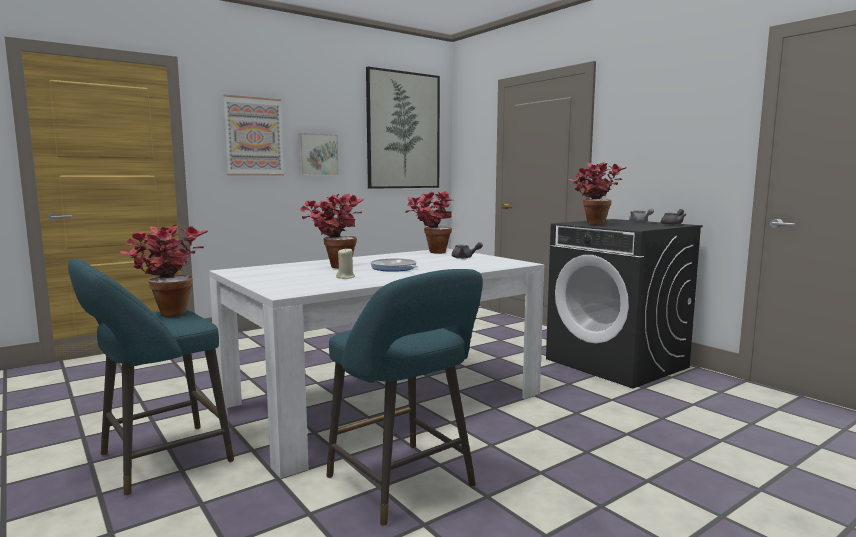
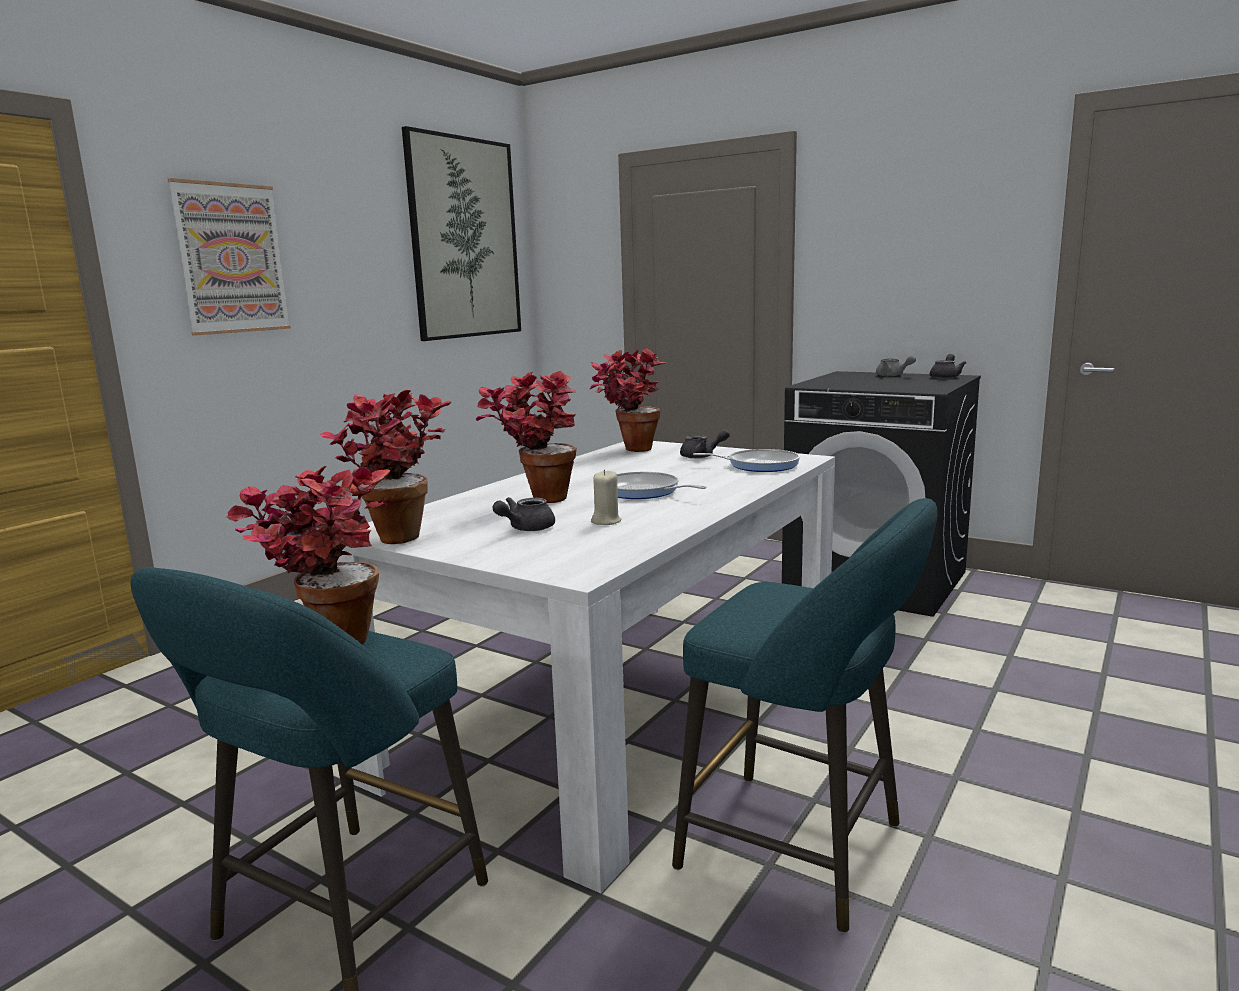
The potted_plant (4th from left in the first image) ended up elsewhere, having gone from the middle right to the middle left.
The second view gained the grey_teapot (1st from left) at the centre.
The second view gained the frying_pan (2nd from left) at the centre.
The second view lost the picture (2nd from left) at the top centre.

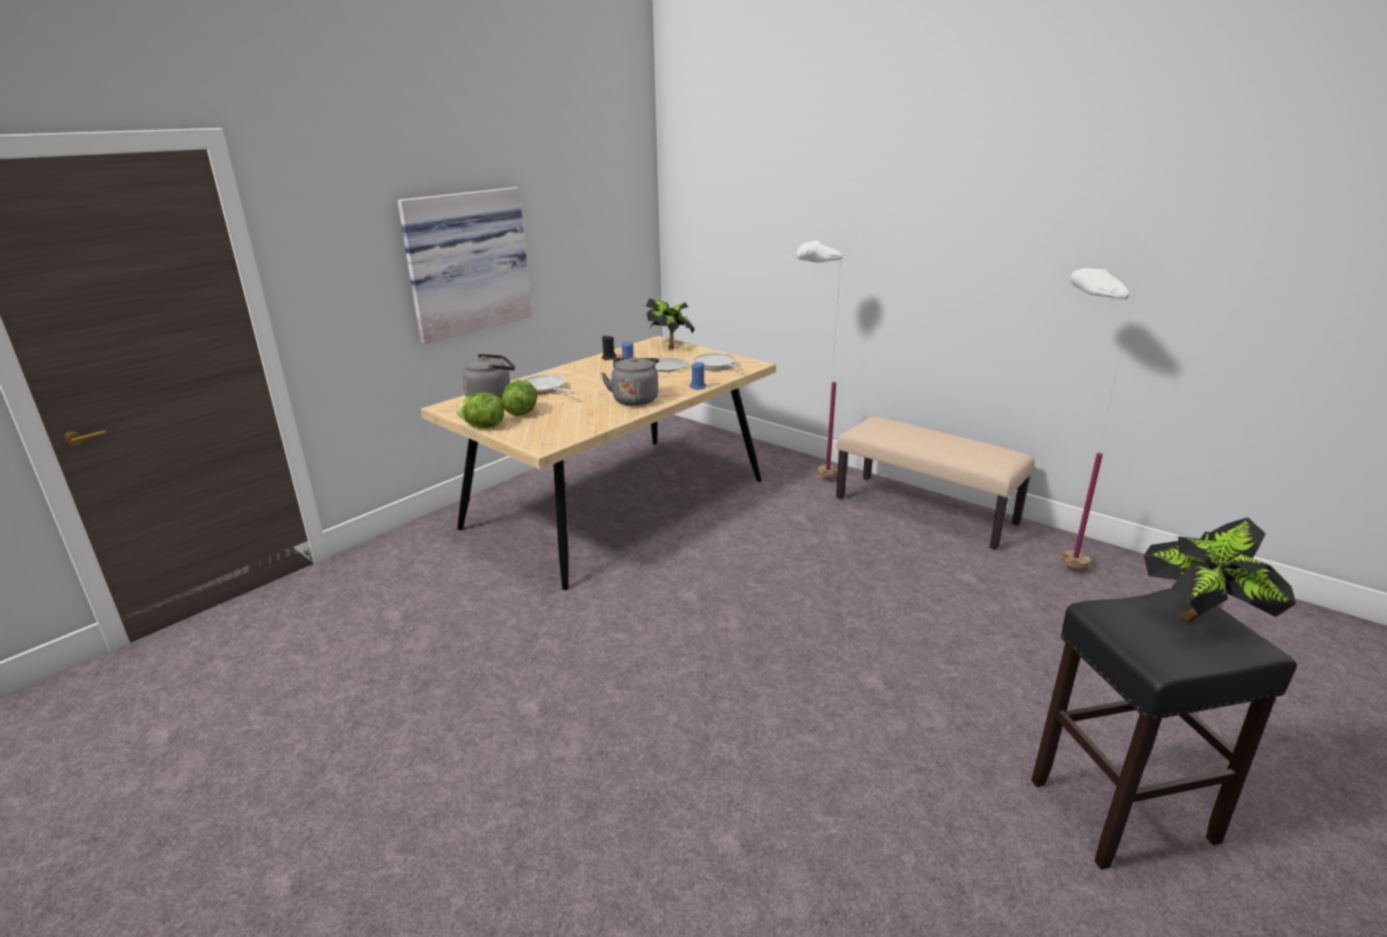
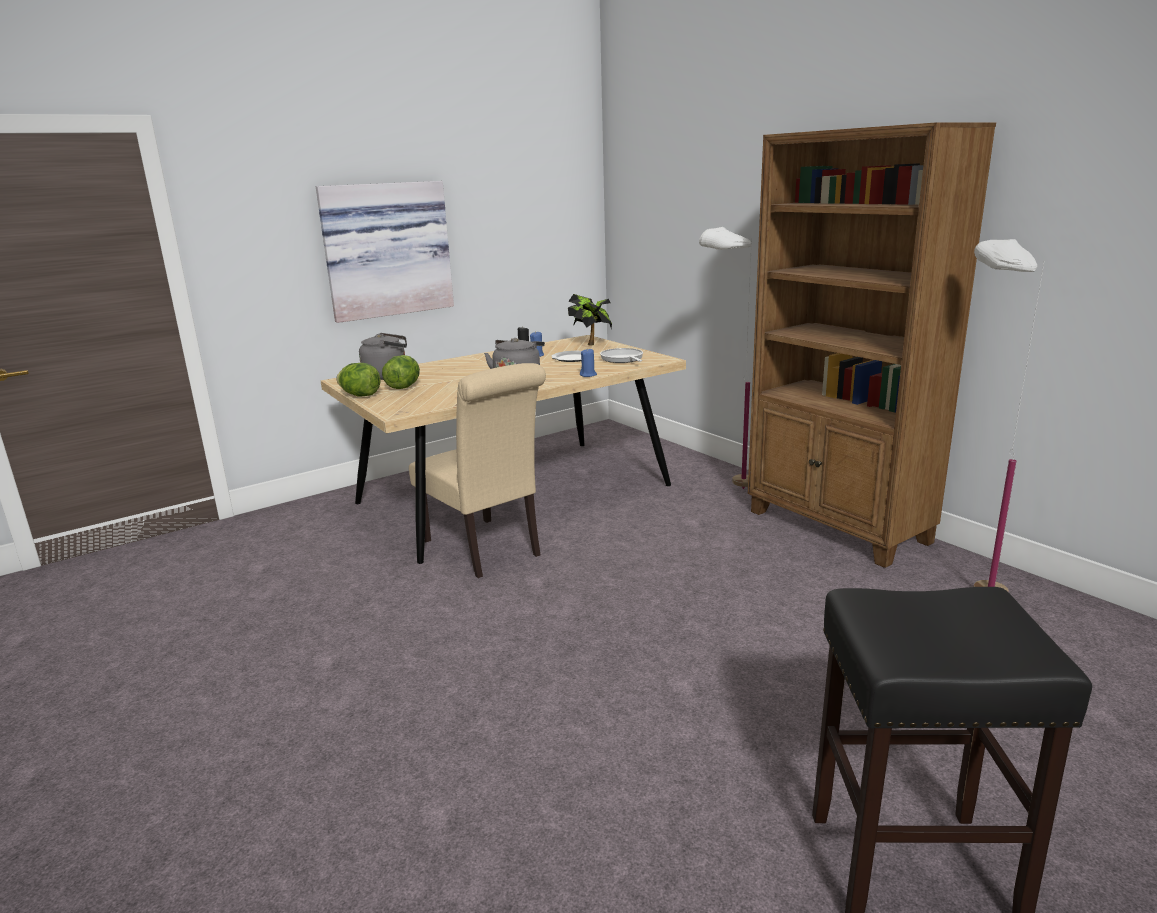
The second view gained the beige_chair at the centre.
Where the beige_bench stood at the middle right, the brown_bookcase came to stand at the middle right.
The second view lost the frying_pan (1st from left) at the centre.
The second view lost the potted_plant (2nd from left) at the middle right.

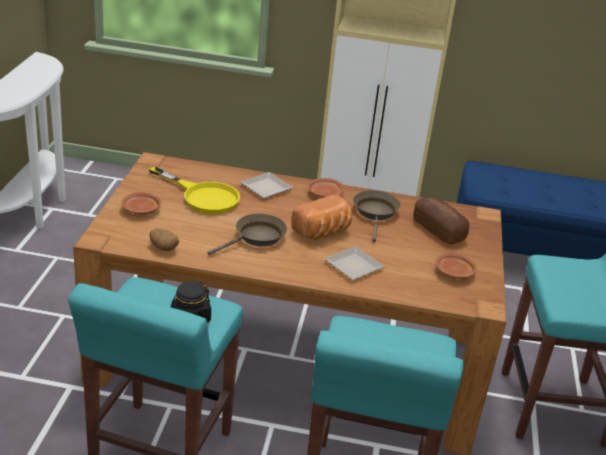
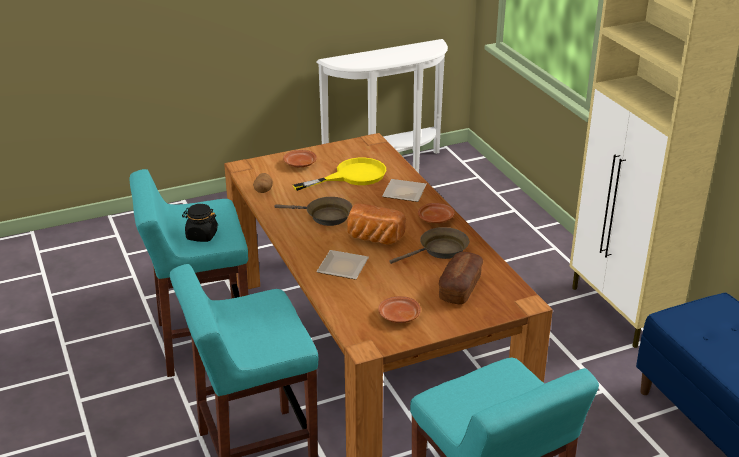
The yellow_frying_pan at the middle left ended up facing another way, 120 degrees counterclockwise from before.

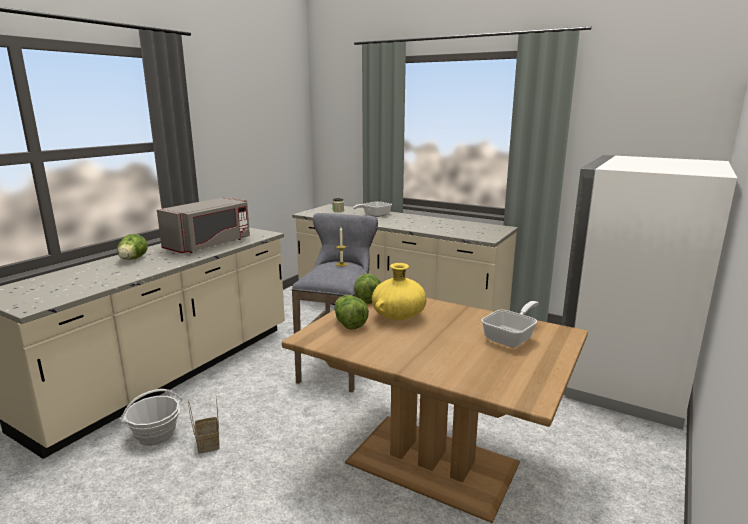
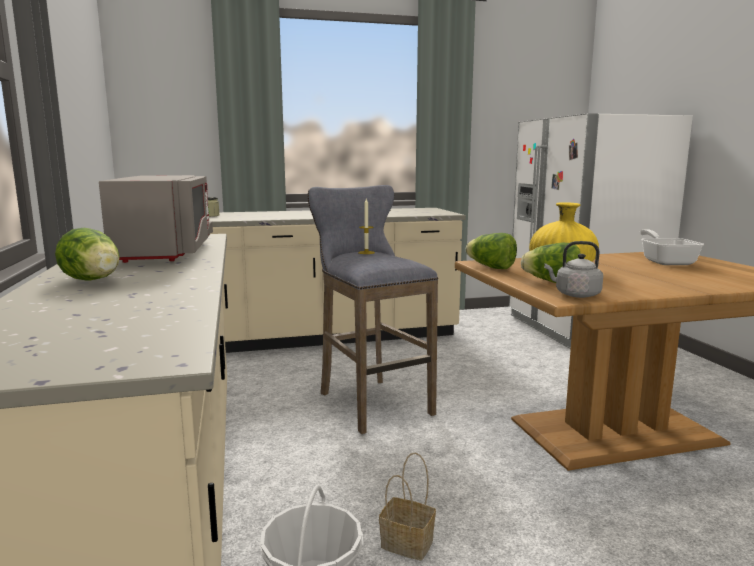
The second view gained the grey_kettle at the middle right.
The second view lost the frying_pan (1st from left) at the centre.

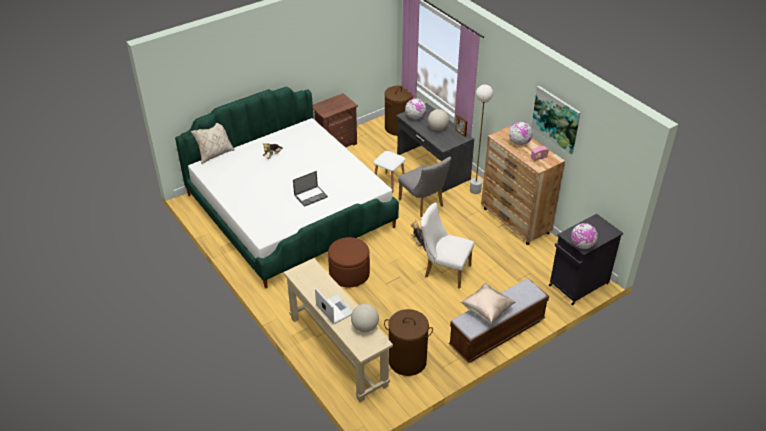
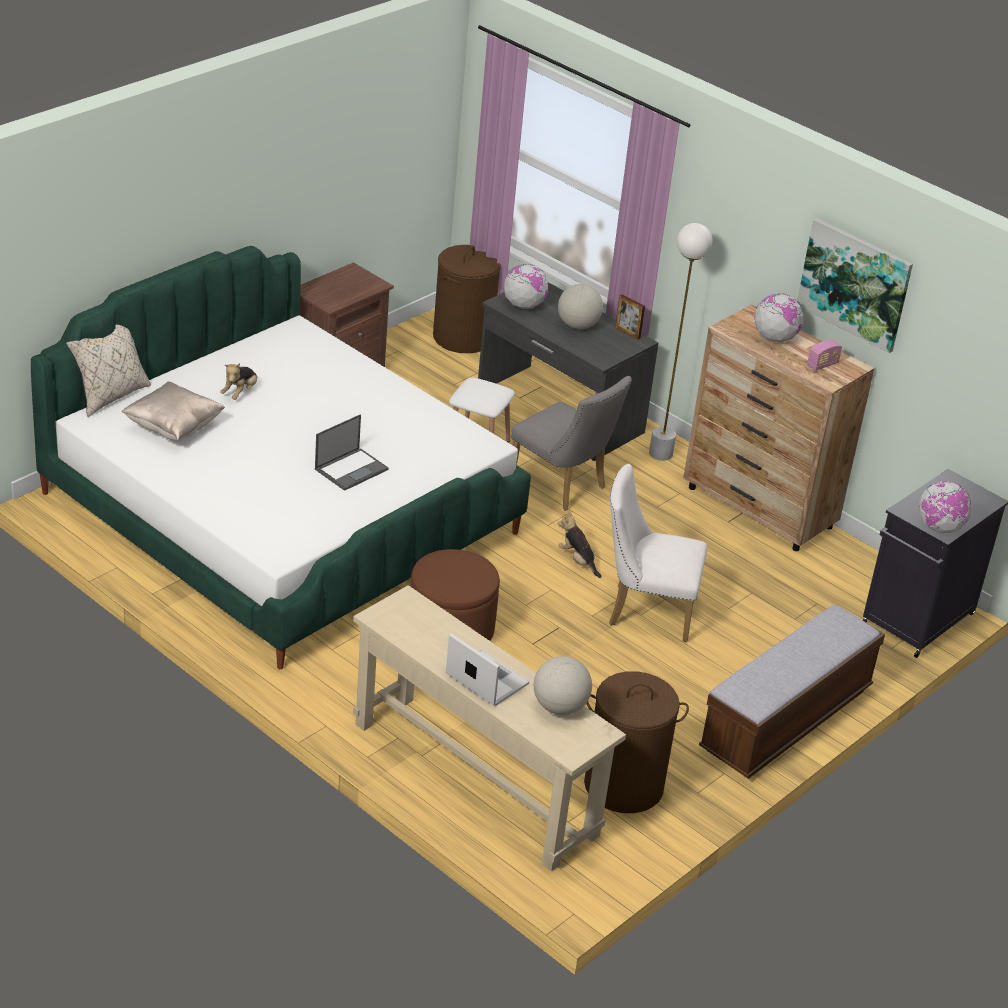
The beige_pillow (2nd from left) ended up elsewhere, having gone from the bottom centre to the middle left.

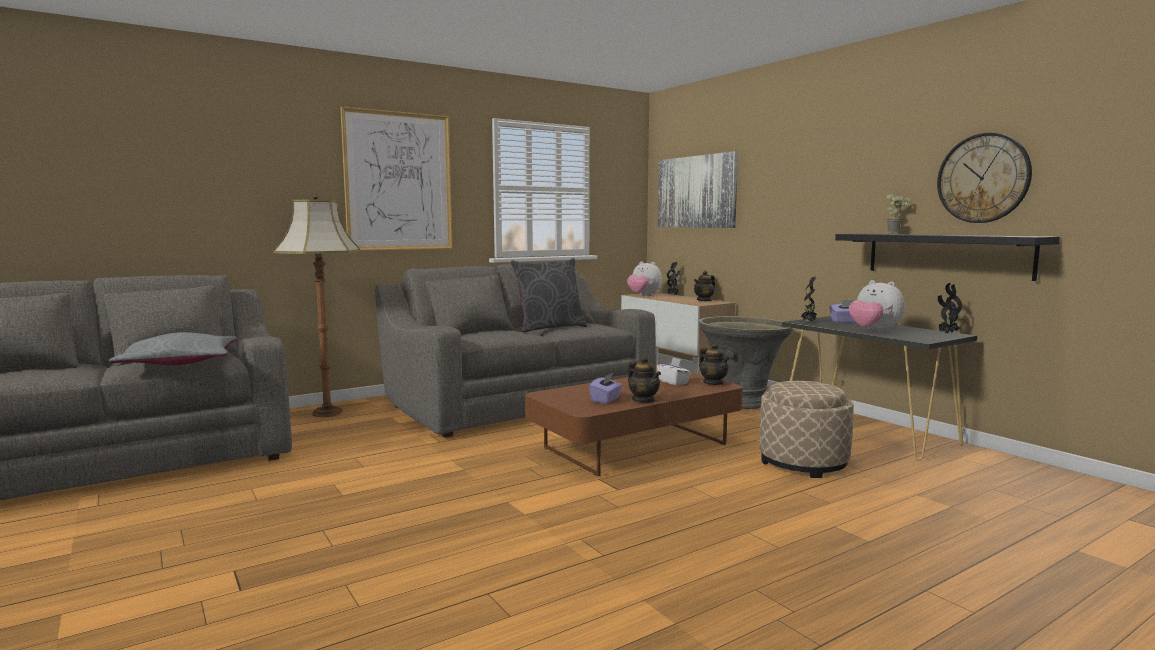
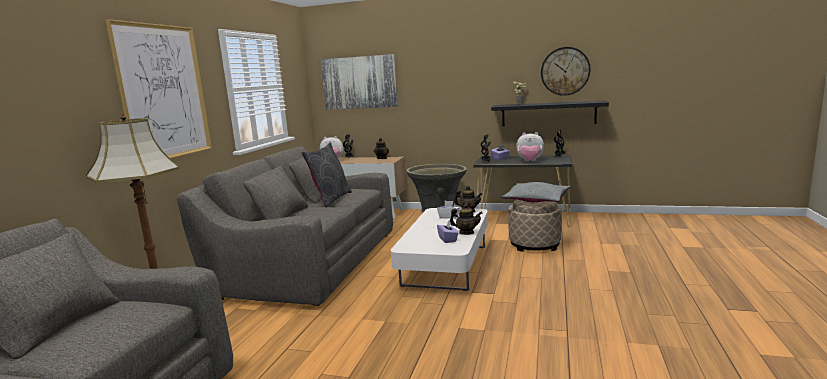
What was the brown_coffee_table at the centre turned into the white_coffee_table at the centre.
The grey_pillow (1st from left in the first image) ended up elsewhere, having gone from the middle left to the centre.

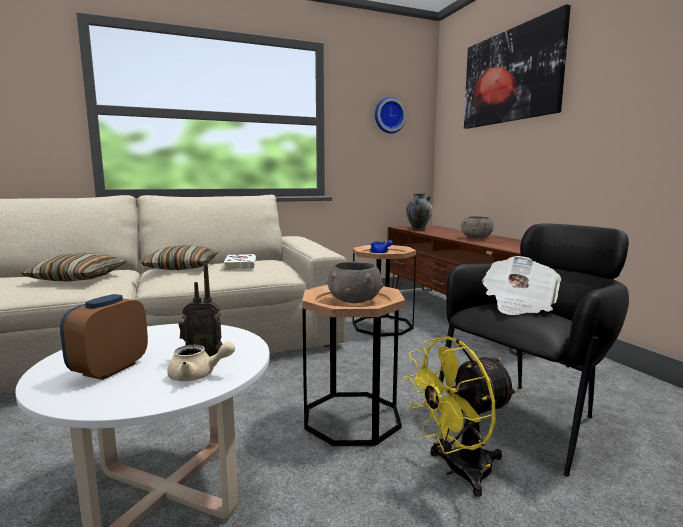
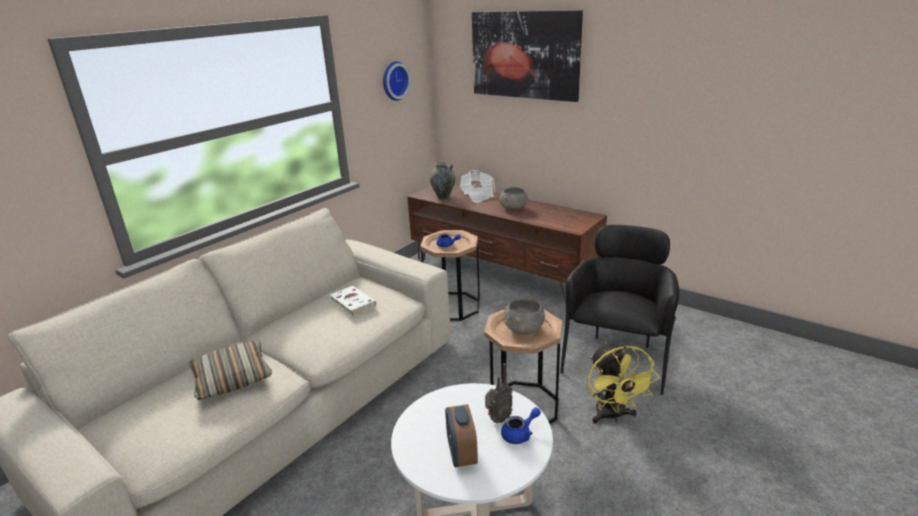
The newspaper ended up elsewhere, having gone from the middle right to the centre.
What was the beige_teapot at the bottom left turned into the blue_teapot (2nd from left) at the bottom centre.
The yellow_fan at the bottom right ended up facing another way, 45 degrees counterclockwise from before.
The second view lost the pillow (2nd from left) at the middle left.

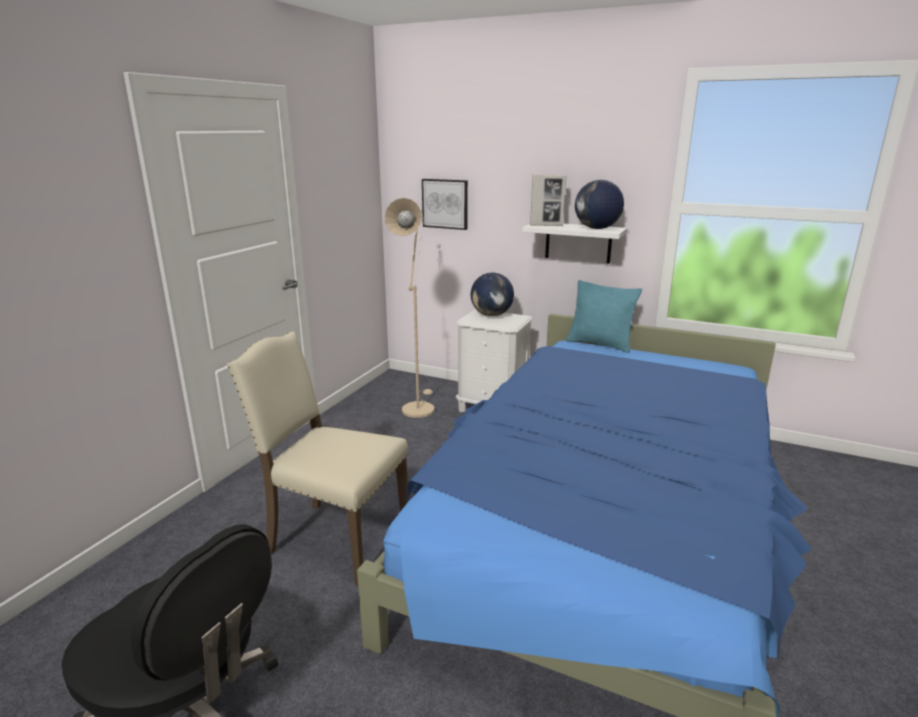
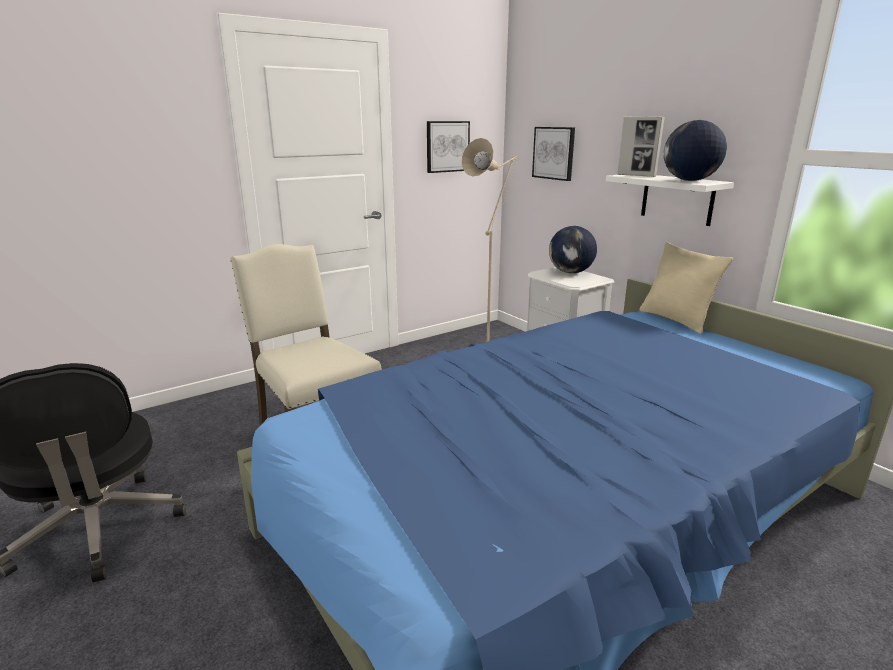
The second view gained the picture (1st from left) at the top centre.
What was the turquoise_pillow at the centre turned into the beige_pillow at the middle right.

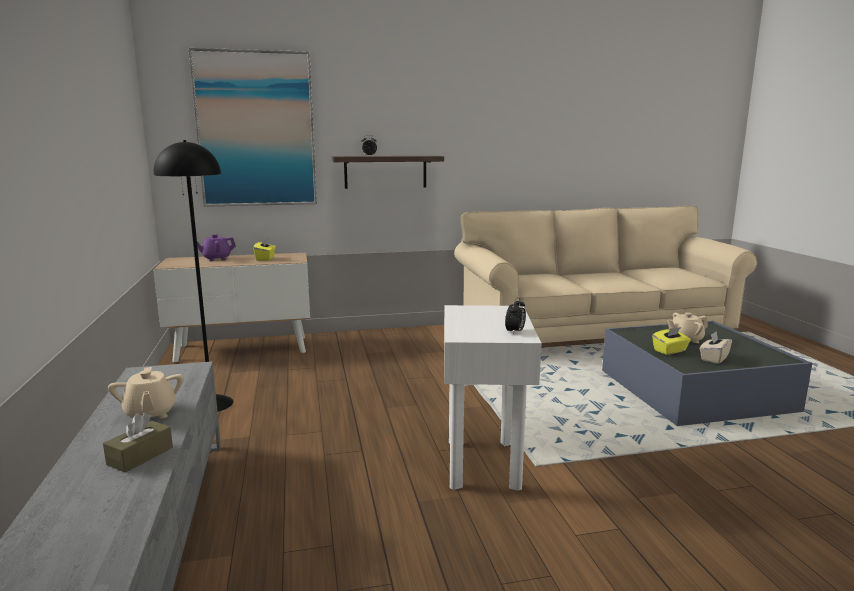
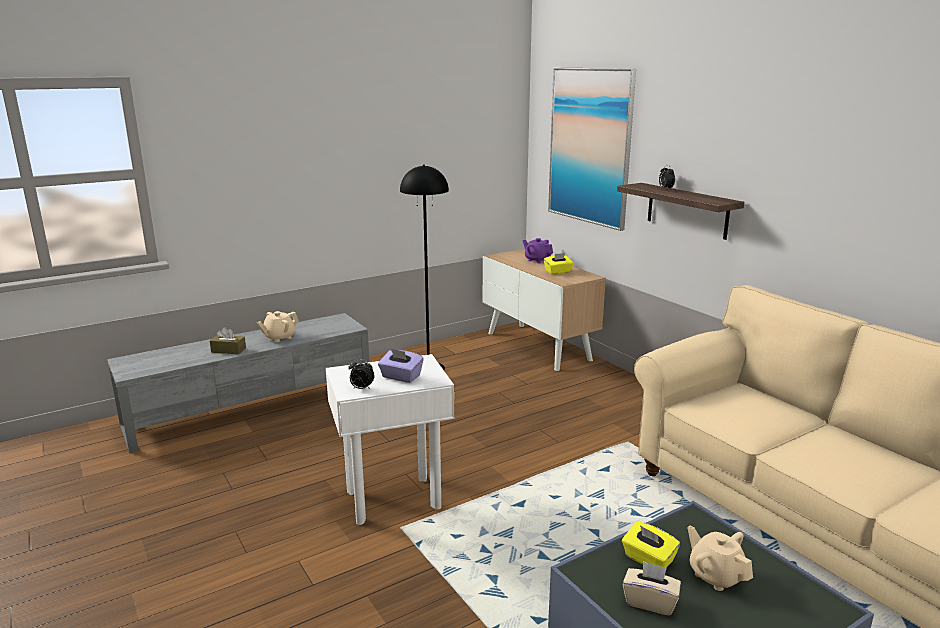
The second view gained the purple_tissue_box at the centre.

